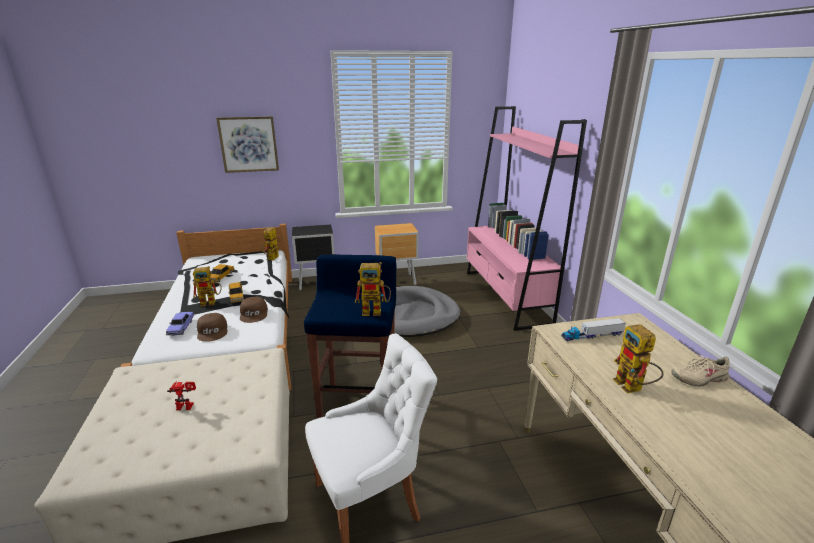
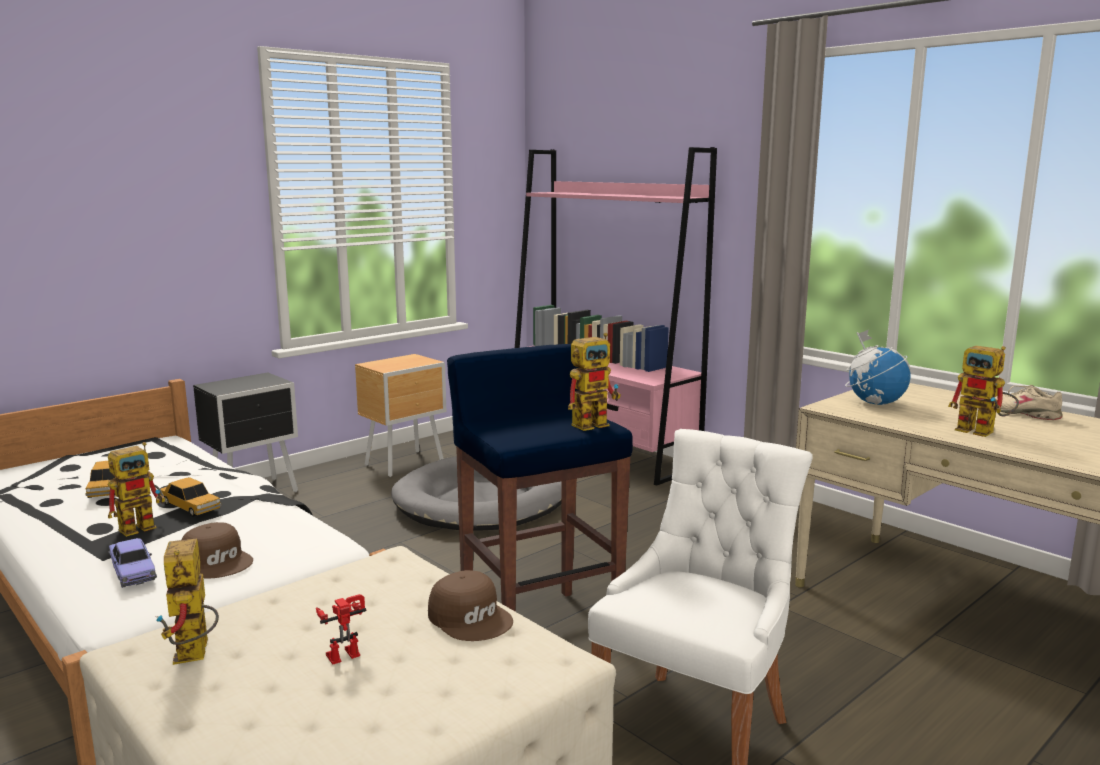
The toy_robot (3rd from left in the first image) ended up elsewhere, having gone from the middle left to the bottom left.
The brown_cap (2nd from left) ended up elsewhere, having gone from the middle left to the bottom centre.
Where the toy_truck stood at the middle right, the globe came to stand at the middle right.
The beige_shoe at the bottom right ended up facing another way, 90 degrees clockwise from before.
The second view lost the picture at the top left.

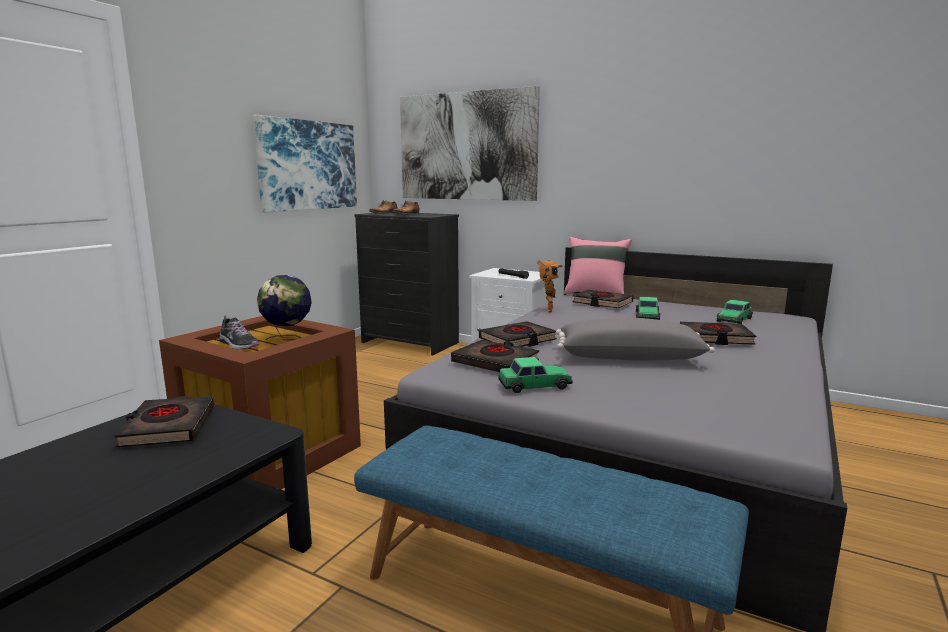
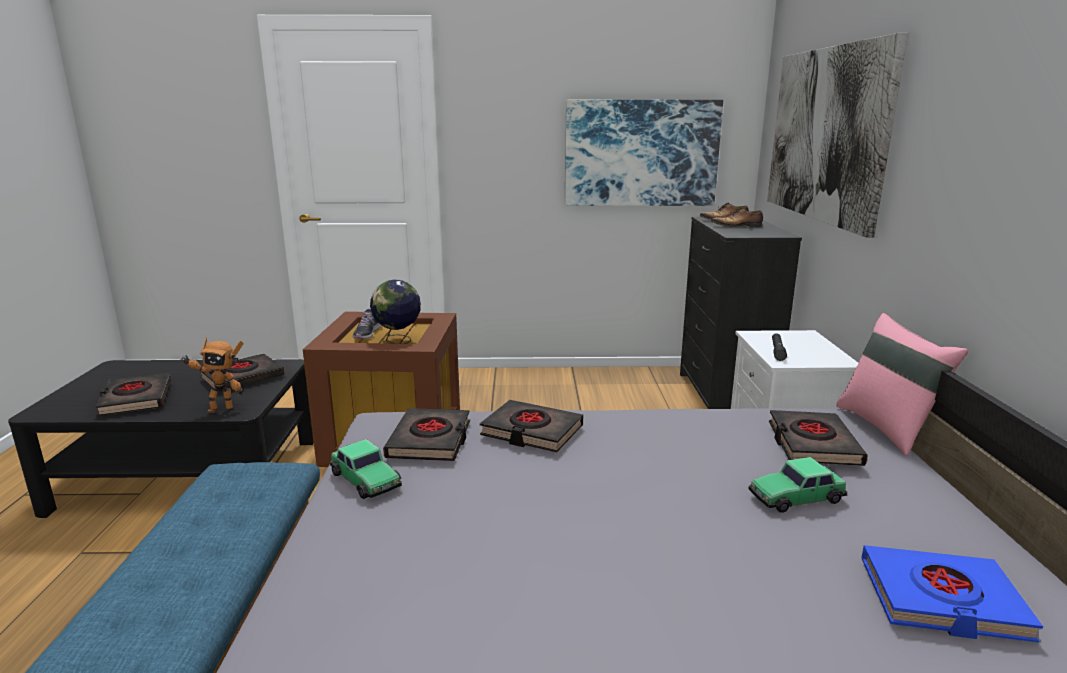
The black_book (5th from left in the first image) ended up elsewhere, having gone from the middle right to the middle left.
The toy_robot ended up elsewhere, having gone from the centre to the middle left.
Where the toy_car (3rd from left) stood at the middle right, the blue_book came to stand at the bottom right.
The second view lost the grey_pillow at the middle right.

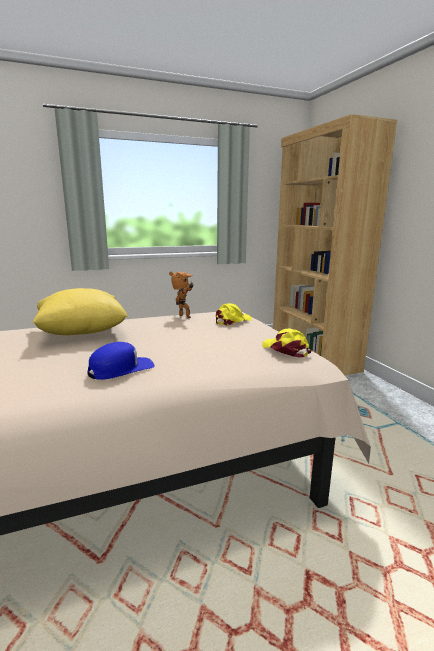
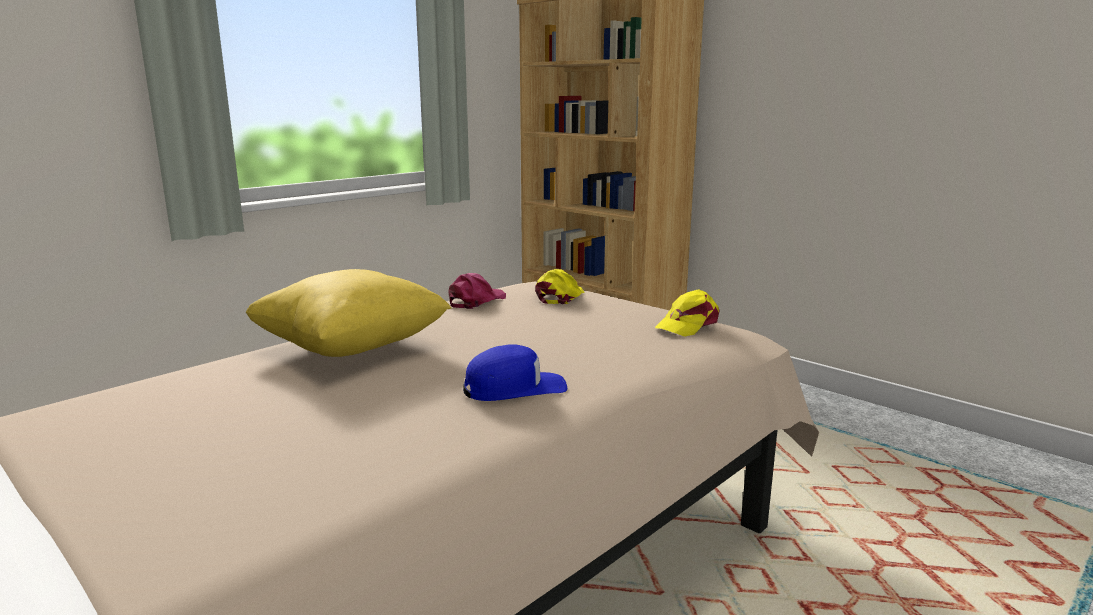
Where the toy_robot stood at the centre, the pink_cap came to stand at the centre.
The blue_cap at the middle left ended up facing another way, 45 degrees clockwise from before.
The yellow_cap (2nd from left) at the centre ended up facing another way, 75 degrees counterclockwise from before.

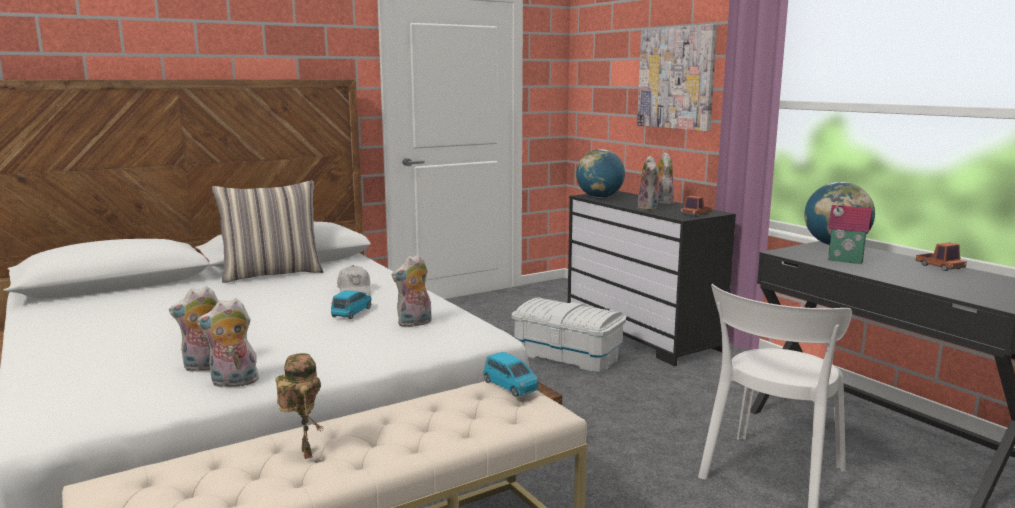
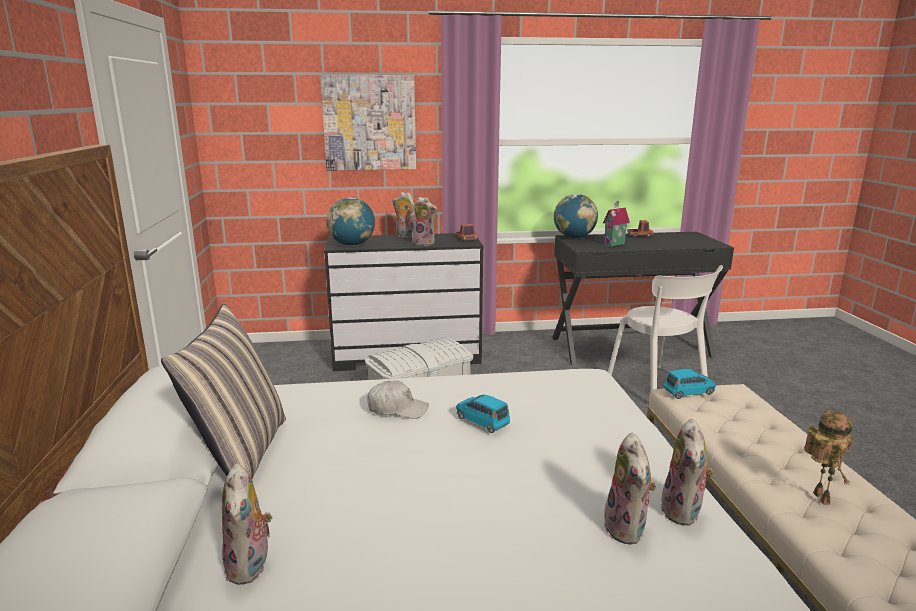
The plush_toy (3rd from left in the first image) ended up elsewhere, having gone from the centre to the bottom left.
The toy_robot at the bottom left ended up facing another way, 90 degrees clockwise from before.

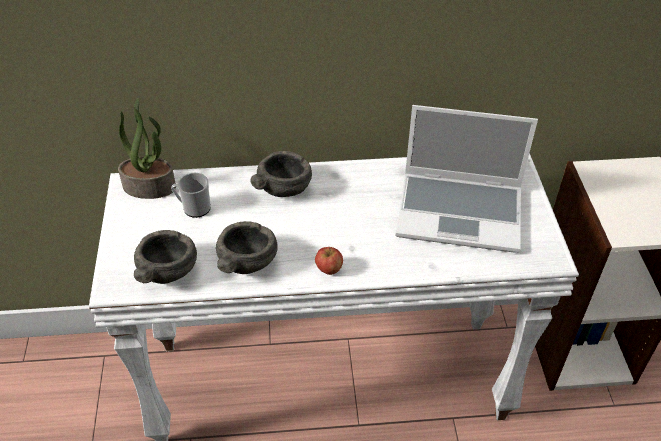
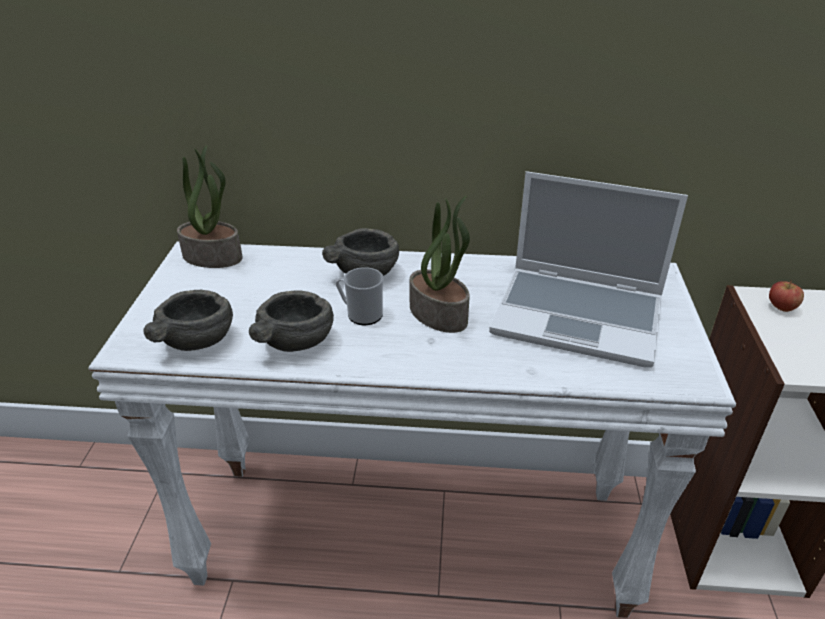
The mug ended up elsewhere, having gone from the middle left to the centre.
The second view gained the potted_plant (2nd from left) at the centre.
The apple ended up elsewhere, having gone from the centre to the middle right.

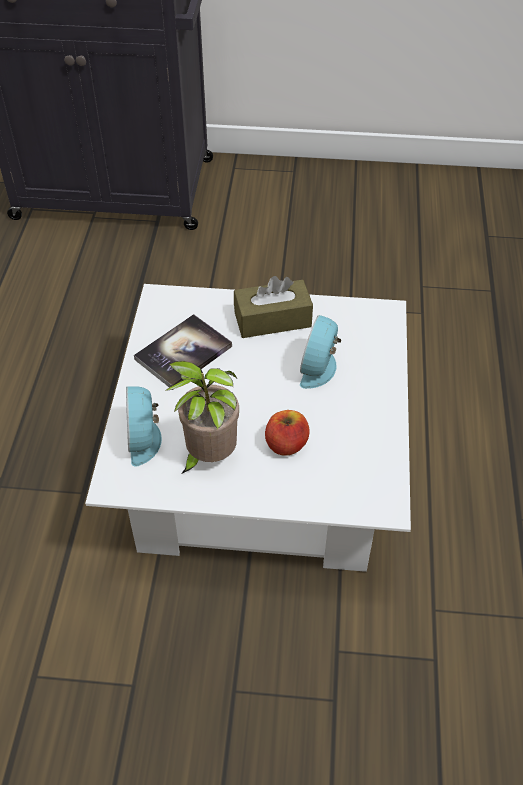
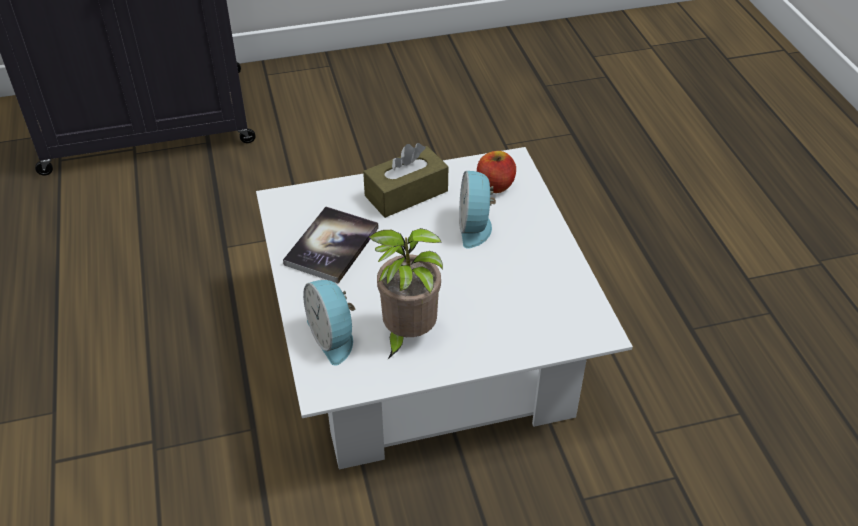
The apple ended up elsewhere, having gone from the centre to the top centre.

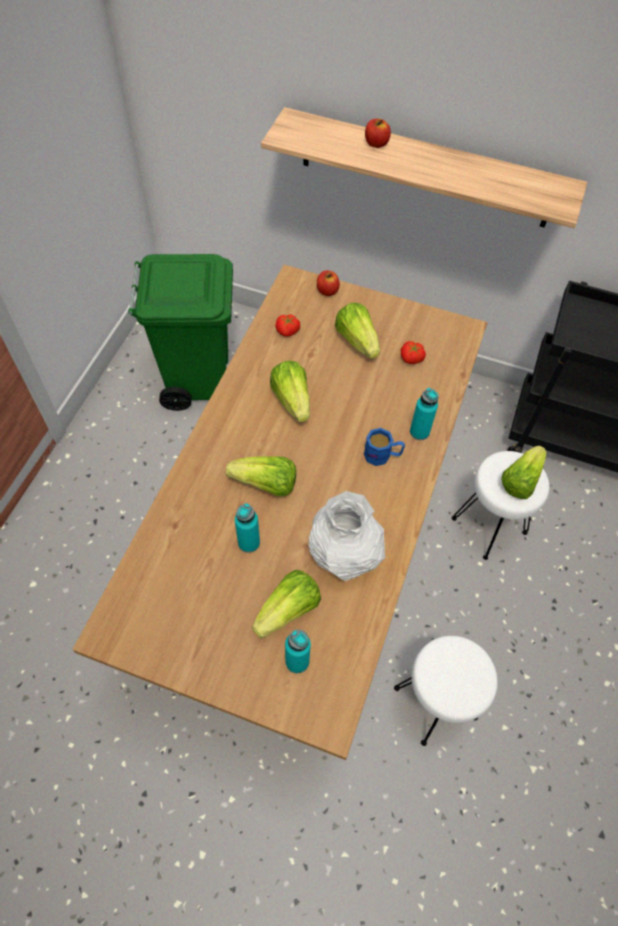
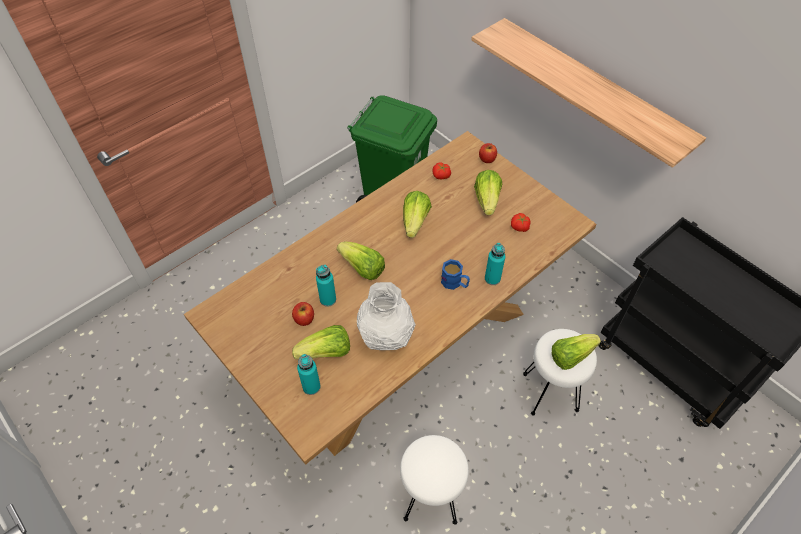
The apple (2nd from left in the first image) ended up elsewhere, having gone from the top centre to the centre.

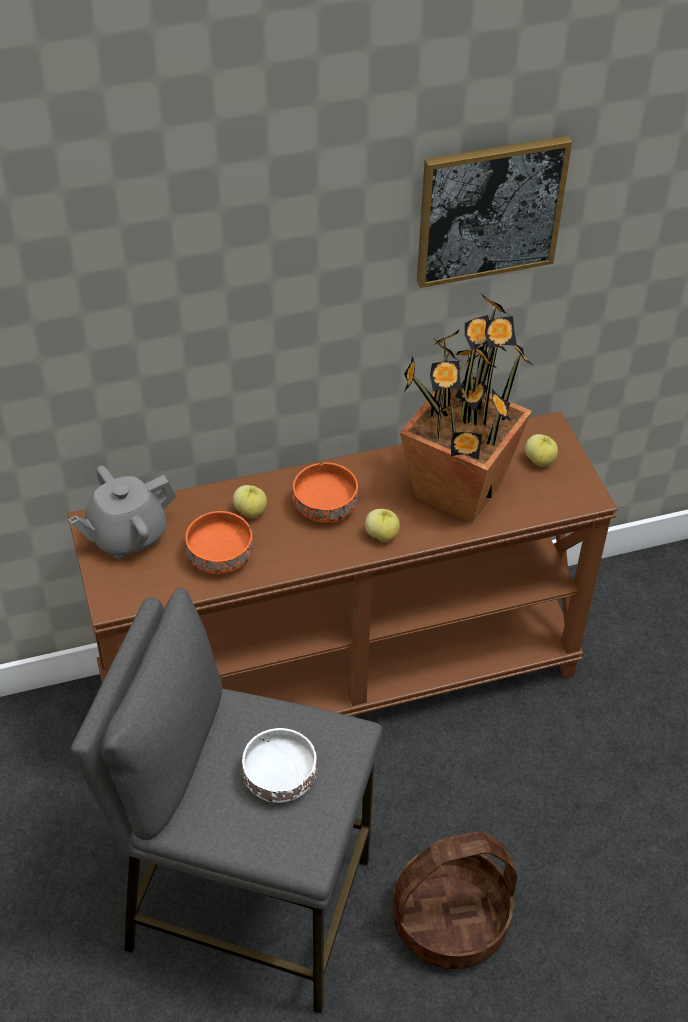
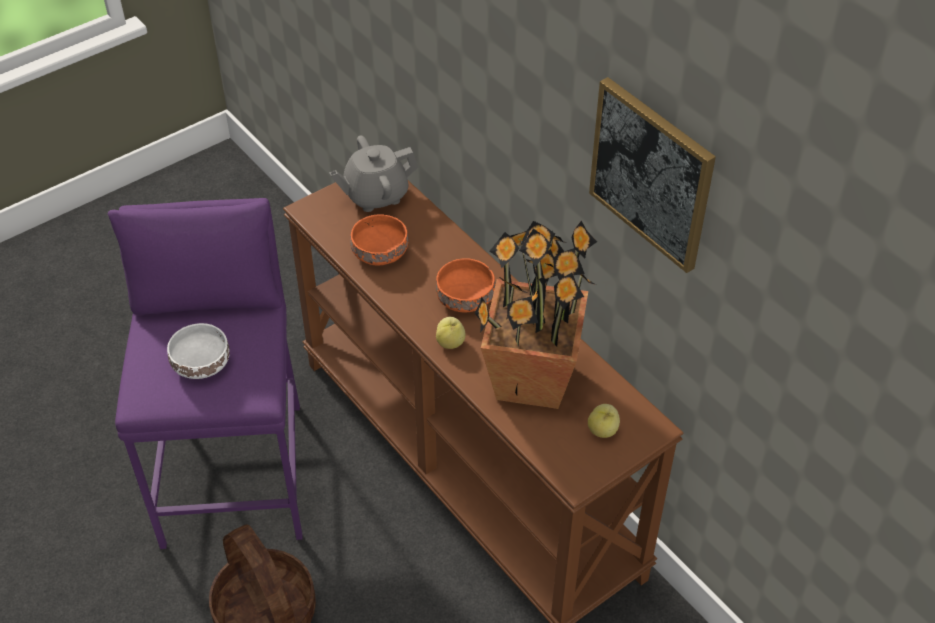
What was the grey_stool at the bottom left turned into the purple_stool at the middle left.
The grey_teapot at the middle left ended up facing another way, 60 degrees counterclockwise from before.
The second view lost the apple (1st from left) at the centre.

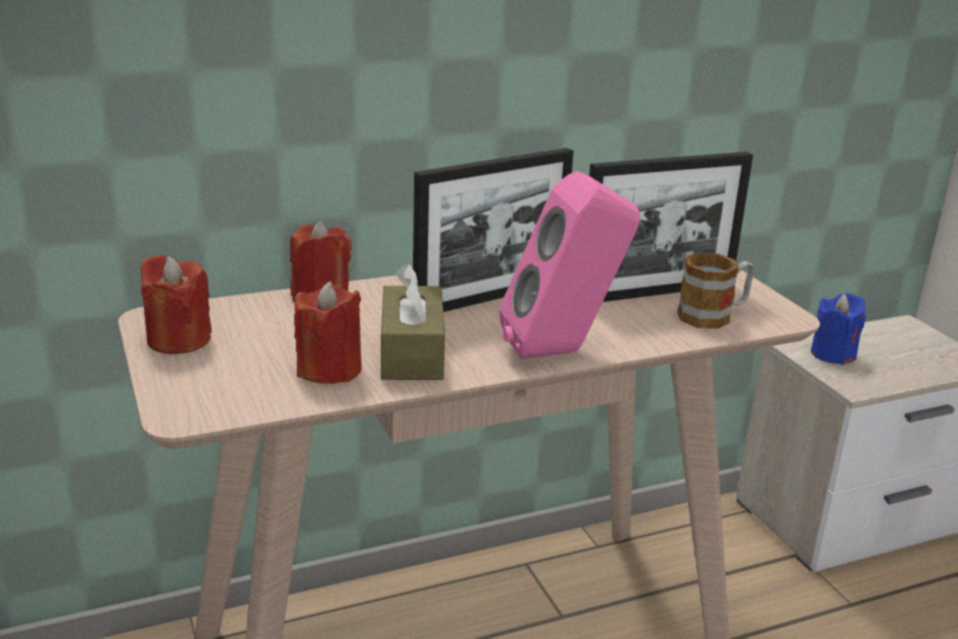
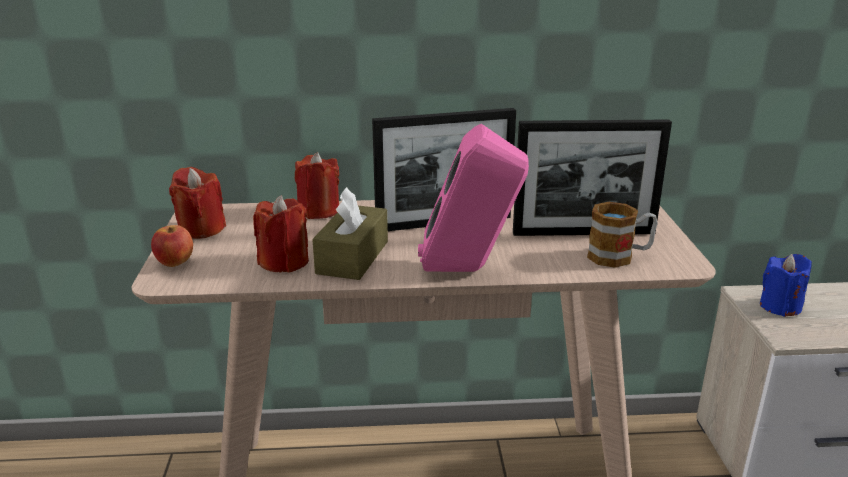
The second view gained the apple at the middle left.

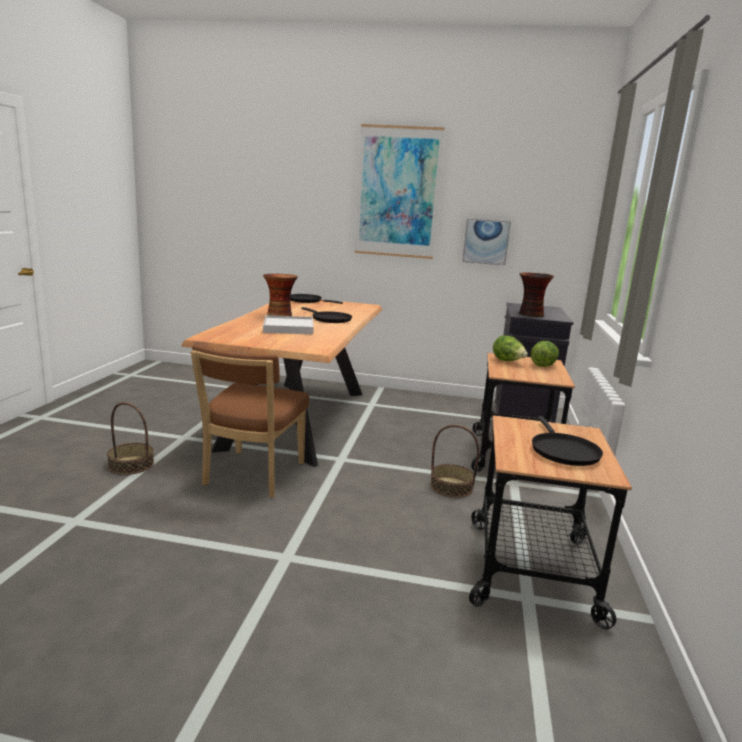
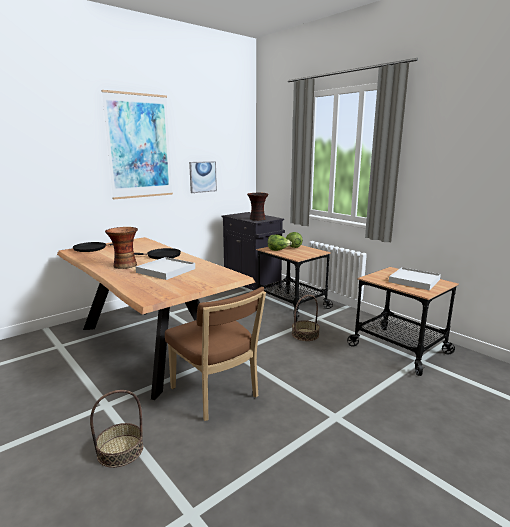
Where the black_frying_pan (3rd from left) stood at the middle right, the white_tray (2nd from left) came to stand at the middle right.

